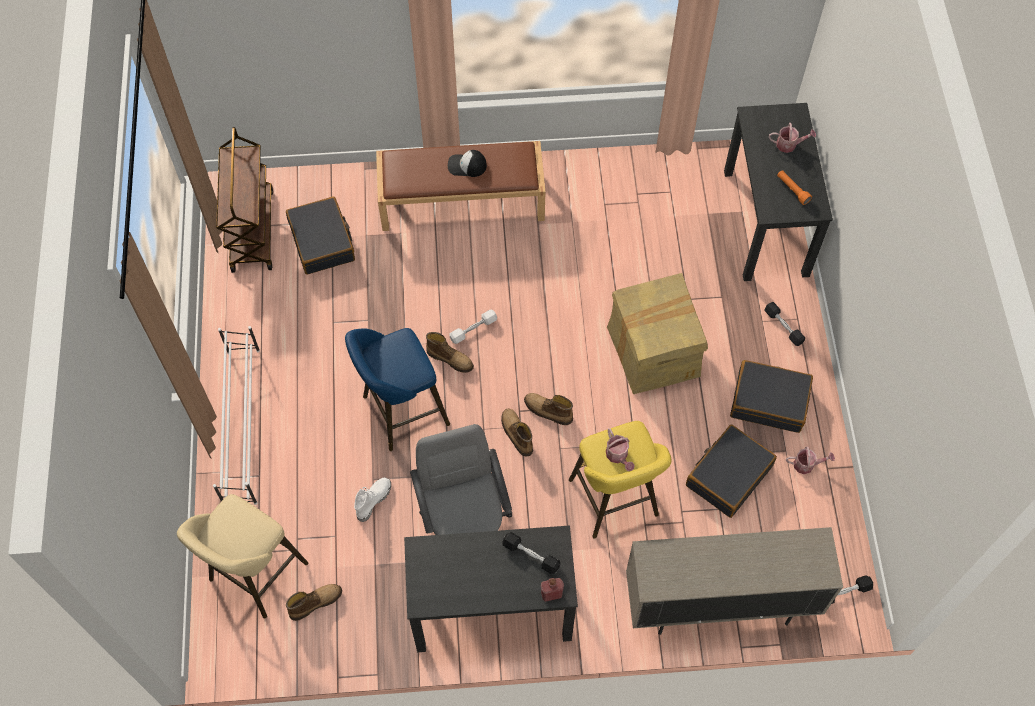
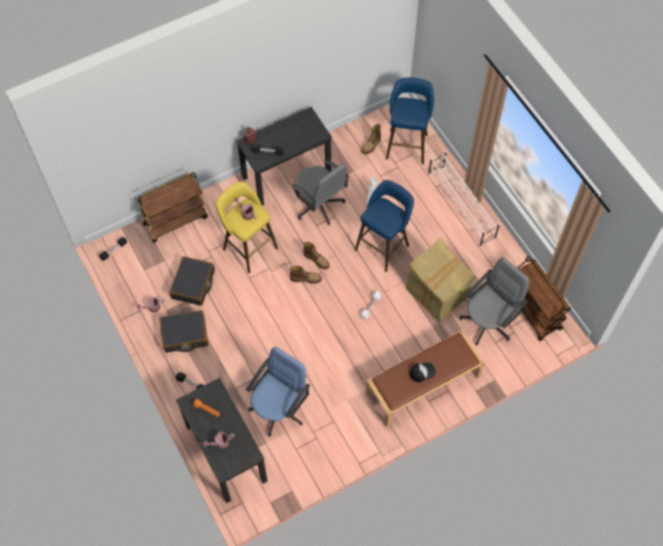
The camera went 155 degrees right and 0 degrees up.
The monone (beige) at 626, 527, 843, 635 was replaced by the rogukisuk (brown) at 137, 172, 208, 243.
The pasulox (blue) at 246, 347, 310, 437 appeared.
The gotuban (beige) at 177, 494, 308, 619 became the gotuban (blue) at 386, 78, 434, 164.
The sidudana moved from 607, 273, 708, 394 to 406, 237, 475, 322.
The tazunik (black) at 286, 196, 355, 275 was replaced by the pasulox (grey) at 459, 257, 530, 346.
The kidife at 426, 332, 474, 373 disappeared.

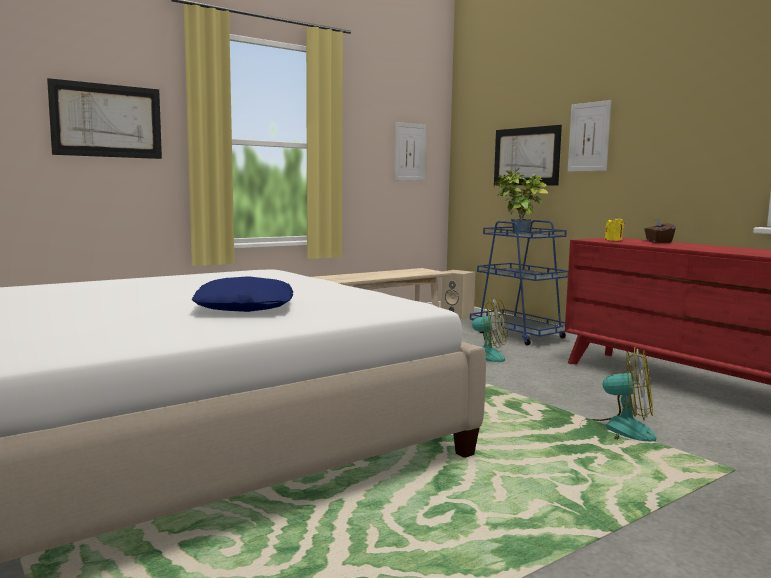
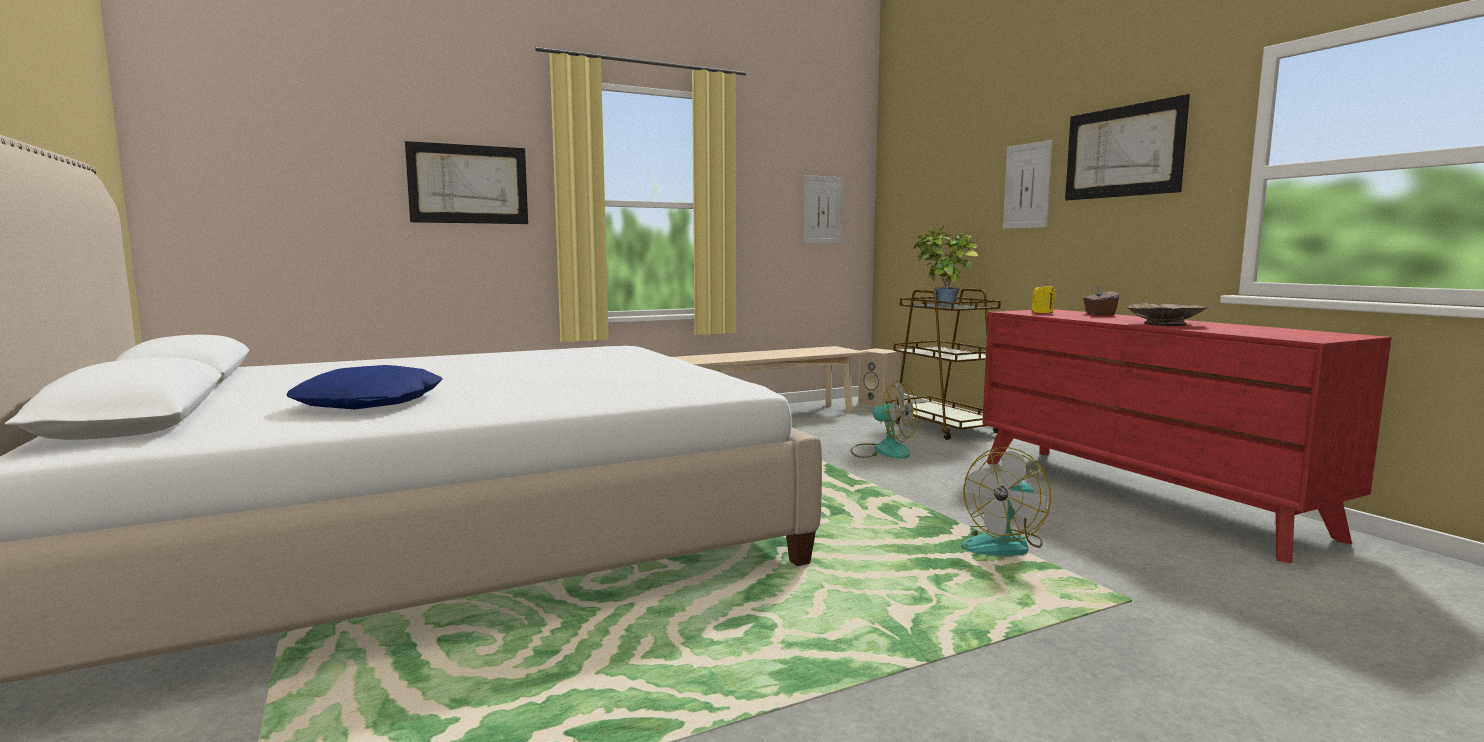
The camera went 10 degrees right and 0 degrees up.
The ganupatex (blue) moved from 192, 276, 293, 312 to 287, 365, 442, 410.
The rogukisuk (blue) at 470, 220, 568, 345 became the rogukisuk (brown) at 886, 288, 1001, 440.
The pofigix at 580, 347, 656, 442 turned 105 degrees clockwise.
The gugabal moved from 494, 125, 562, 185 to 1065, 94, 1190, 201.
The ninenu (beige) at 1127, 303, 1208, 326 appeared.

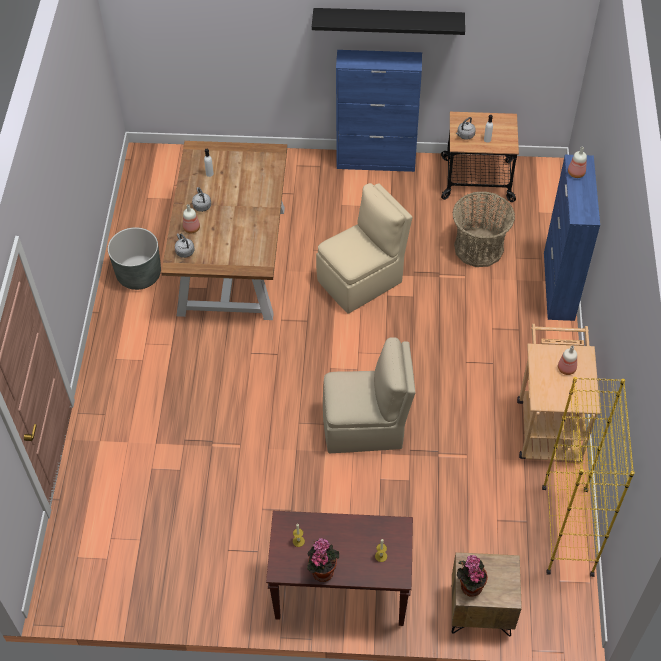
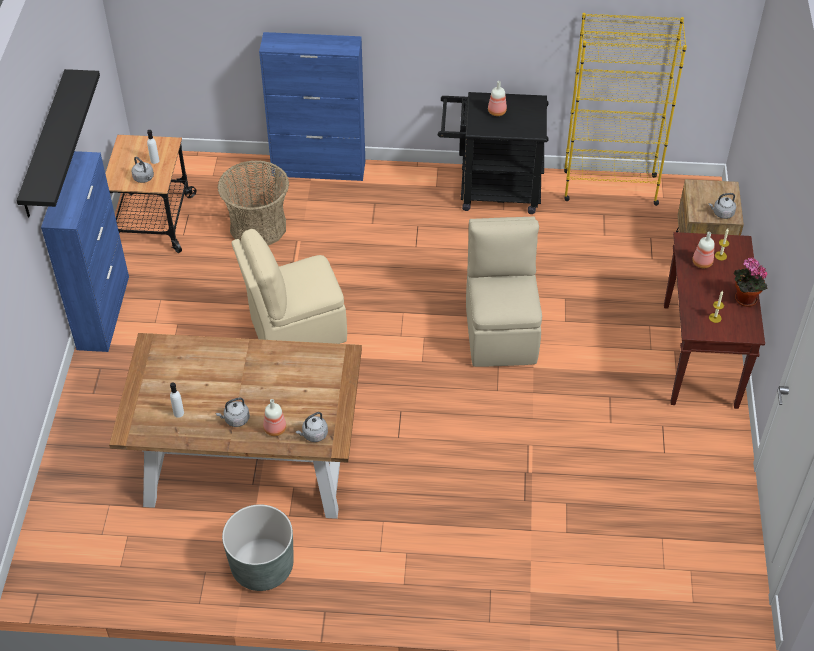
The camera went 90 degrees left and 5 degrees down.
The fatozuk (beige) at 316, 183, 413, 313 turned 75 degrees counterclockwise.
The rogukisuk (beige) at 517, 324, 600, 461 became the rogukisuk (black) at 438, 92, 549, 214.
The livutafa moved from 568, 147, 587, 178 to 693, 232, 715, 268.
The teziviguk at 457, 555, 488, 597 was replaced by the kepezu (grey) at 709, 193, 736, 219.

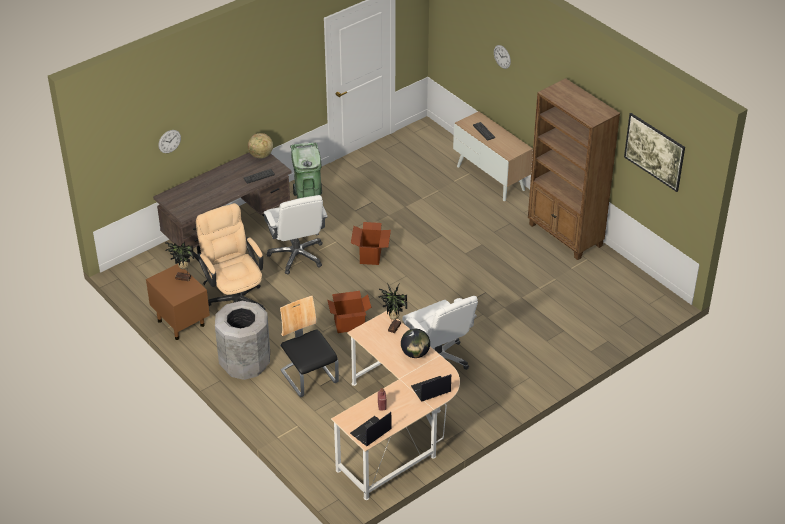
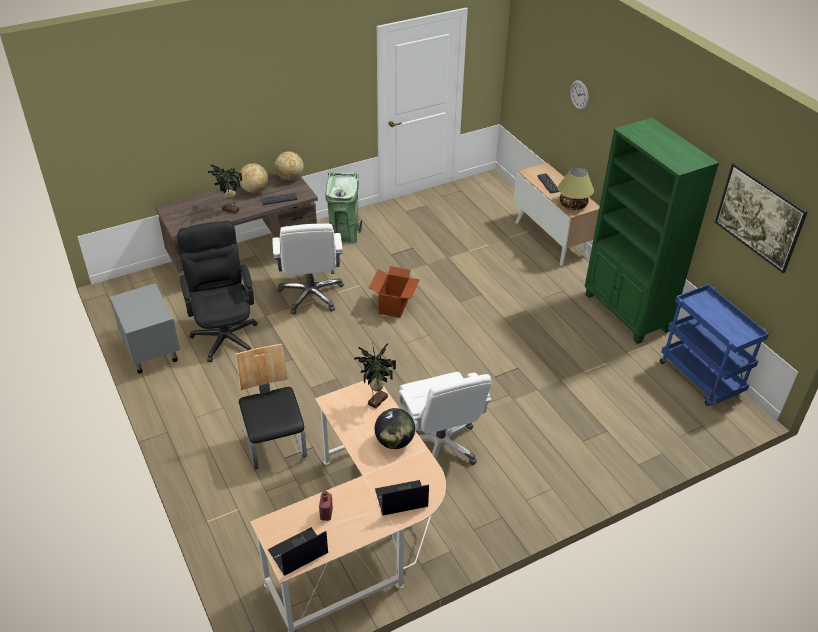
The camera went 10 degrees right and 0 degrees up.
The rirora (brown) at 146, 264, 210, 340 became the rirora (grey) at 110, 283, 180, 374.
The pasulox (beige) at 196, 203, 266, 310 became the pasulox (black) at 177, 221, 258, 362.
The teziviguk moved from 165, 241, 194, 281 to 208, 164, 242, 214.
The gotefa at 239, 163, 268, 193 appeared.
The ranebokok at 558, 167, 594, 210 appeared.
The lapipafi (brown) at 528, 78, 620, 260 became the lapipafi (green) at 585, 118, 719, 344.
The rogukisuk (blue) at 660, 284, 769, 406 appeared.
The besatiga at 158, 130, 181, 153 disappeared.
The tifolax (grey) at 215, 301, 270, 380 disappeared.
The sidudana at 327, 291, 371, 333 disappeared.

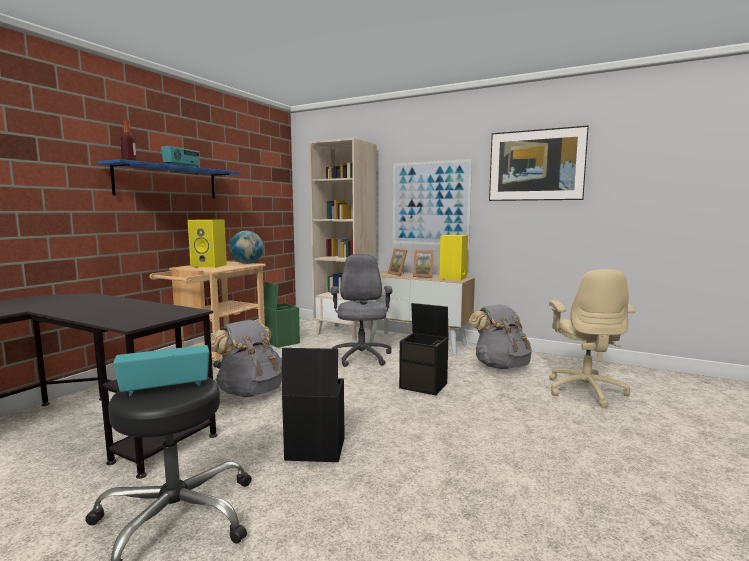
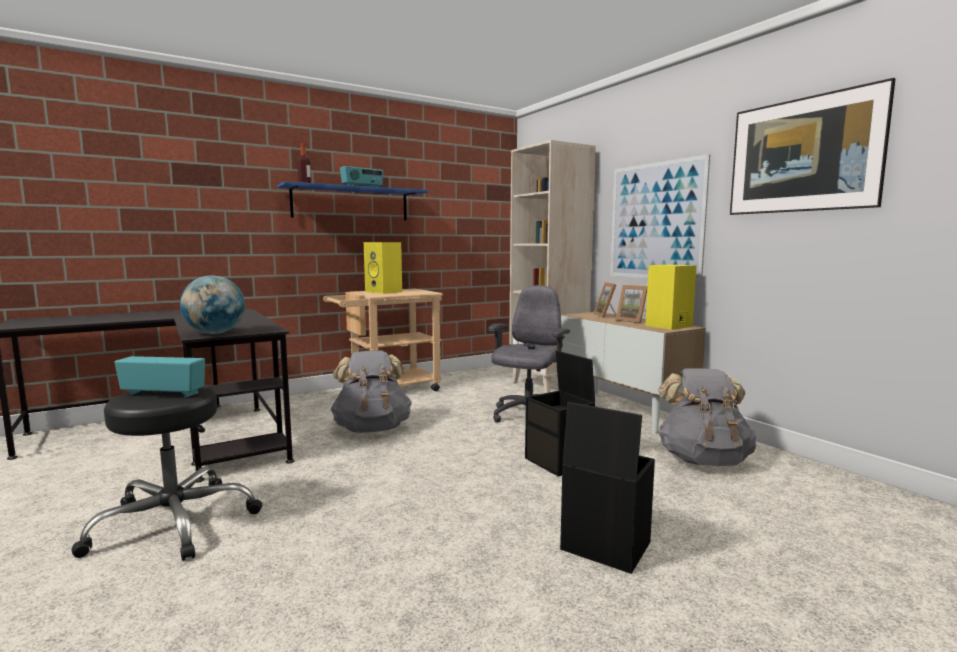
The camera went 30 degrees right and 0 degrees up.
The gotefa moved from 229, 231, 264, 264 to 180, 276, 245, 334.
The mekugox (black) moved from 282, 348, 345, 462 to 560, 402, 655, 574.
The mekugox (green) at 264, 282, 300, 348 disappeared.
The pasulox (beige) at 549, 269, 636, 408 disappeared.

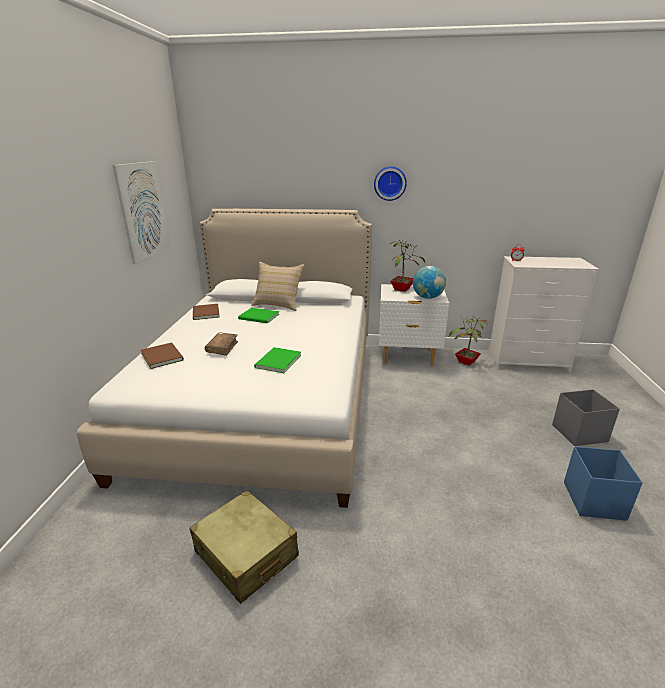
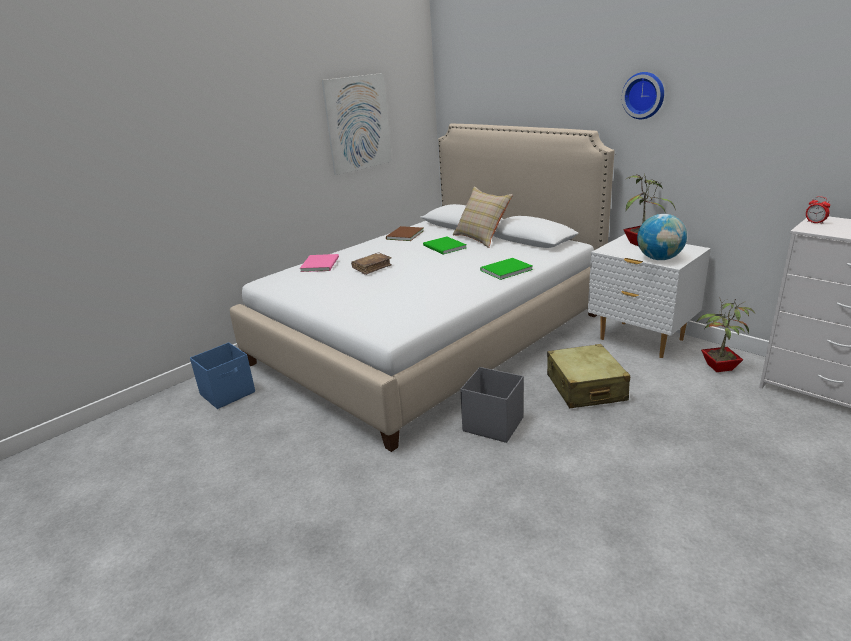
The camera went 40 degrees right and 0 degrees up.
The mekugox (blue) moved from 564, 446, 643, 521 to 190, 342, 255, 409.
The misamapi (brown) at 141, 342, 184, 369 became the misamapi (pink) at 300, 254, 339, 272.
The mekugox (grey) moved from 552, 389, 620, 446 to 460, 367, 524, 443.
The misamapi (green) moved from 254, 347, 301, 373 to 480, 258, 533, 280.
The tazunik (beige) moved from 189, 490, 299, 604 to 547, 344, 630, 408.

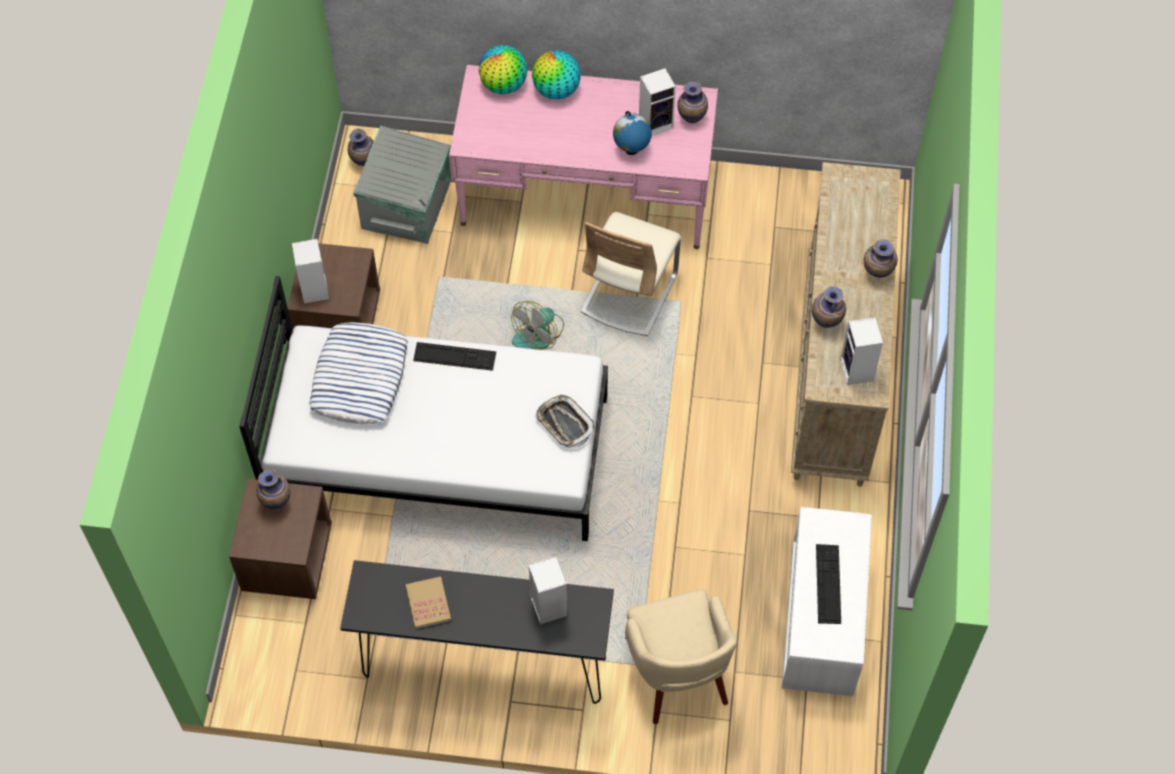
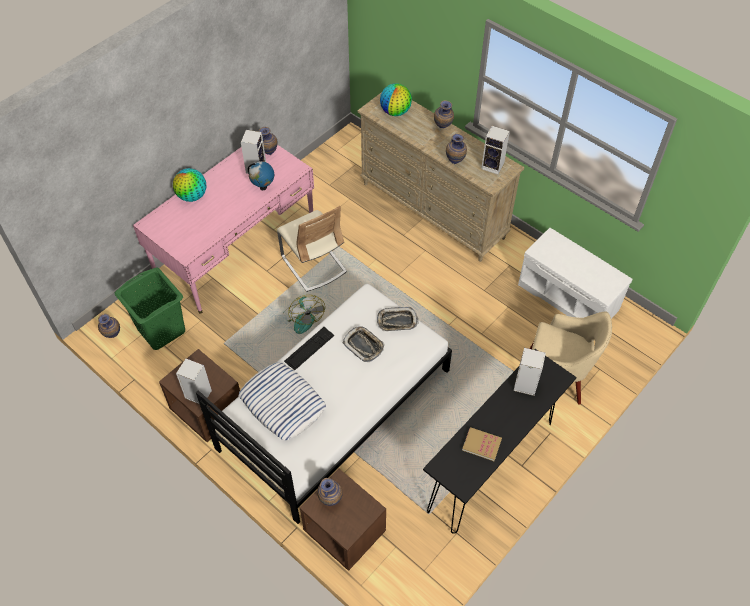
The camera went 55 degrees left and 5 degrees down.
The mekugox (grey) at 354, 126, 451, 244 was replaced by the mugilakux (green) at 115, 268, 185, 350.
The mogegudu at 343, 326, 385, 362 appeared.
The gotefa moved from 479, 45, 527, 94 to 380, 83, 412, 116.
The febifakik at 816, 544, 841, 624 disappeared.

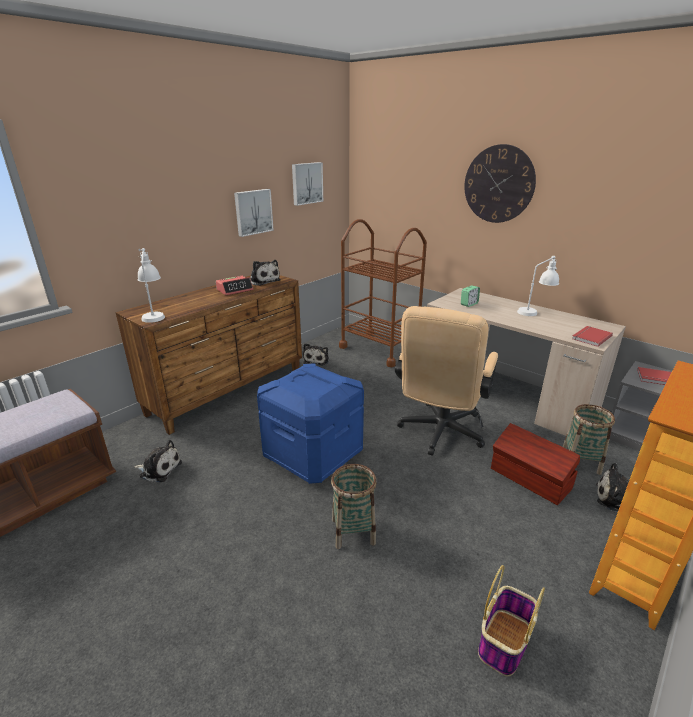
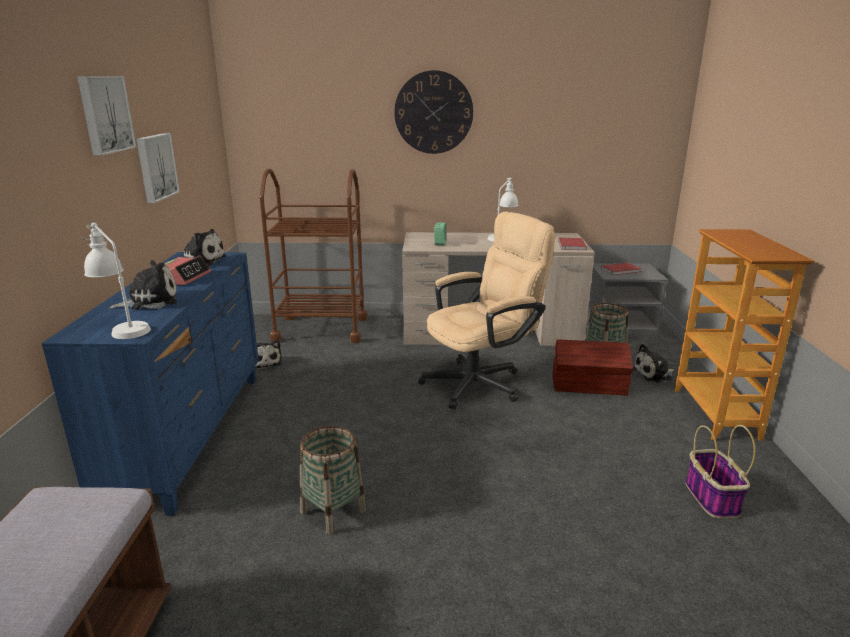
The camera went 40 degrees left and 5 degrees down.
The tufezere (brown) at 115, 275, 302, 435 became the tufezere (blue) at 41, 252, 259, 516.
The gugabal moved from 292, 162, 323, 206 to 77, 76, 136, 156.
The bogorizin moved from 134, 440, 182, 482 to 109, 260, 177, 310.
The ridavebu moved from 331, 464, 377, 549 to 300, 426, 366, 534.
The pasulox (beige) at 395, 306, 498, 456 turned 105 degrees counterclockwise.
The mekugox (blue) at 257, 363, 364, 484 disappeared.

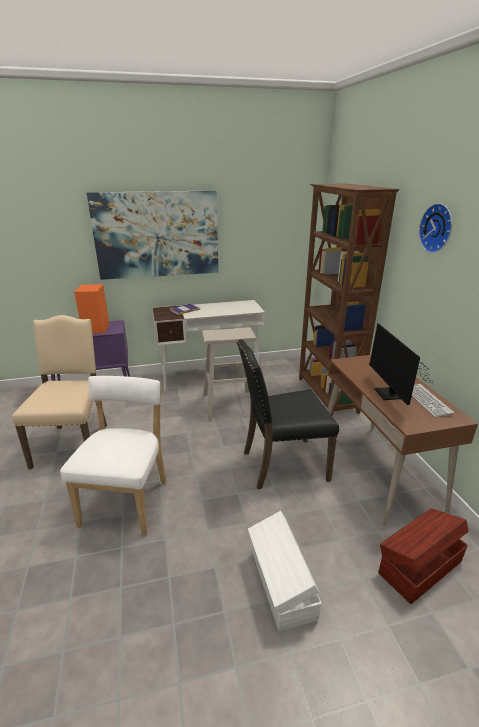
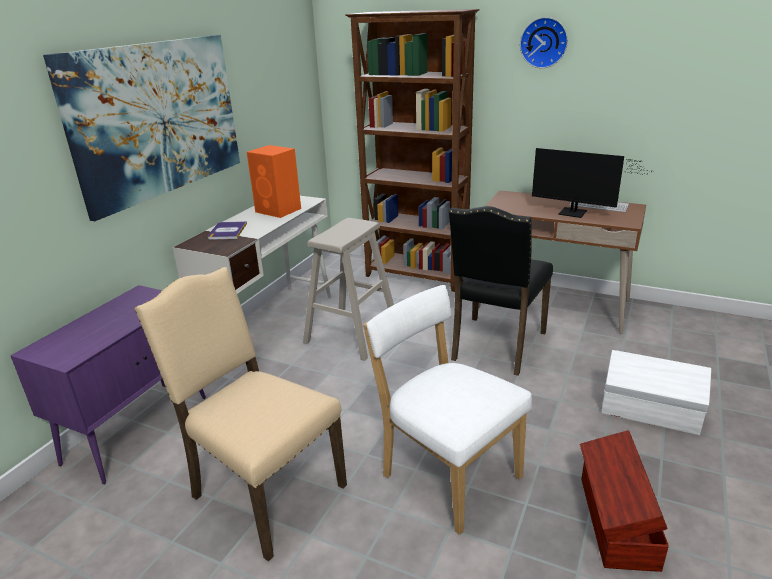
The camera went 50 degrees left and 0 degrees up.
The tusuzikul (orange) moved from 74, 284, 109, 334 to 247, 145, 301, 218.
The mekugox (brown) moved from 378, 508, 469, 604 to 580, 430, 669, 572.

